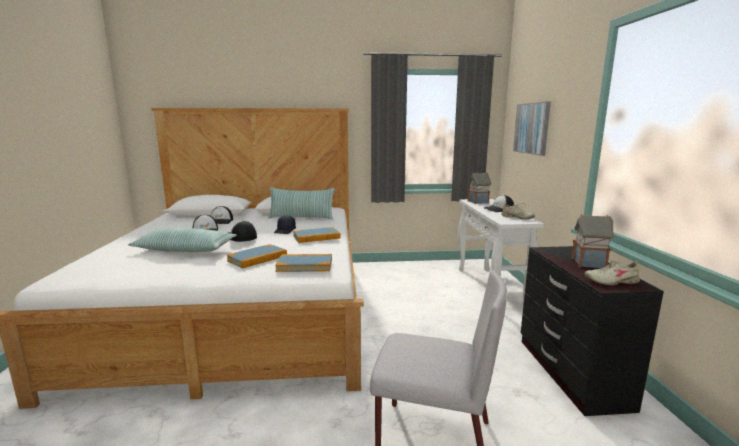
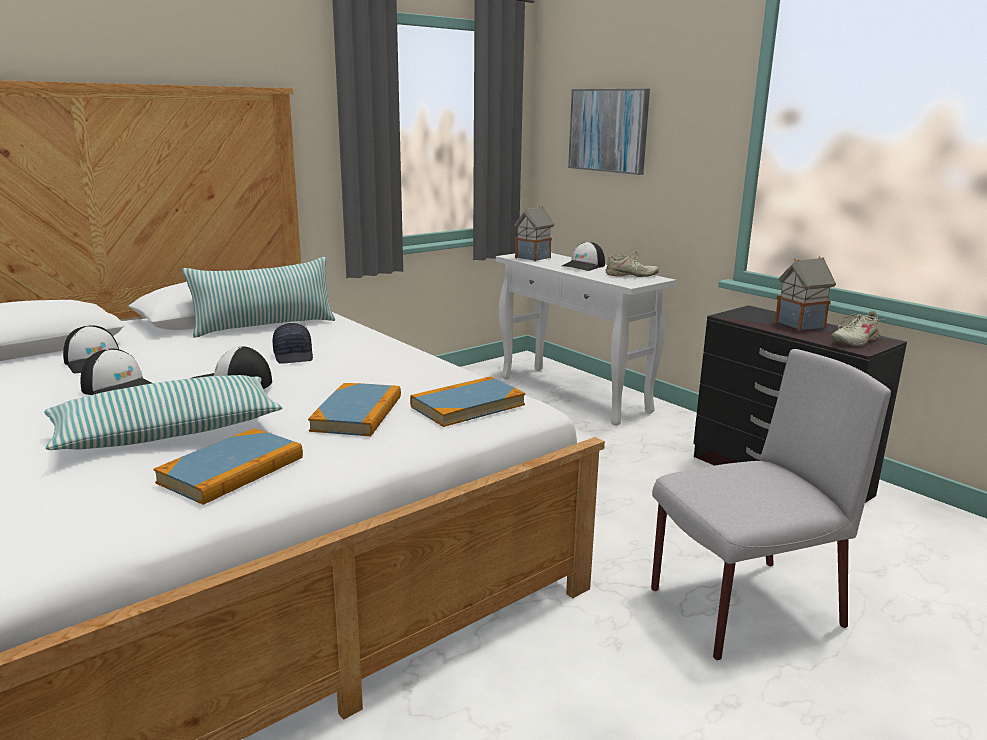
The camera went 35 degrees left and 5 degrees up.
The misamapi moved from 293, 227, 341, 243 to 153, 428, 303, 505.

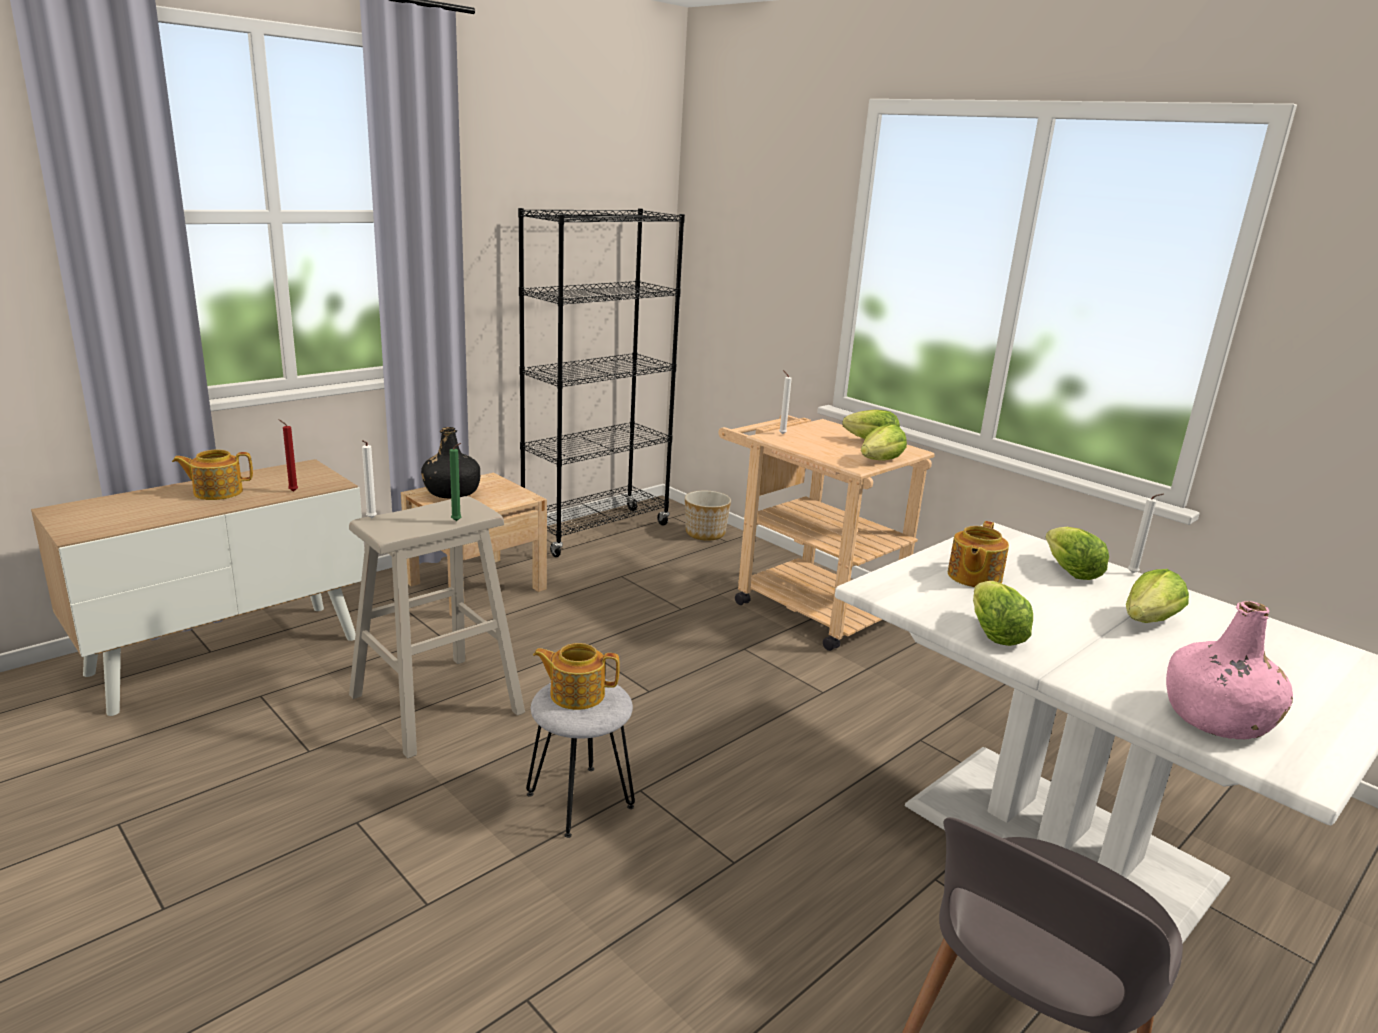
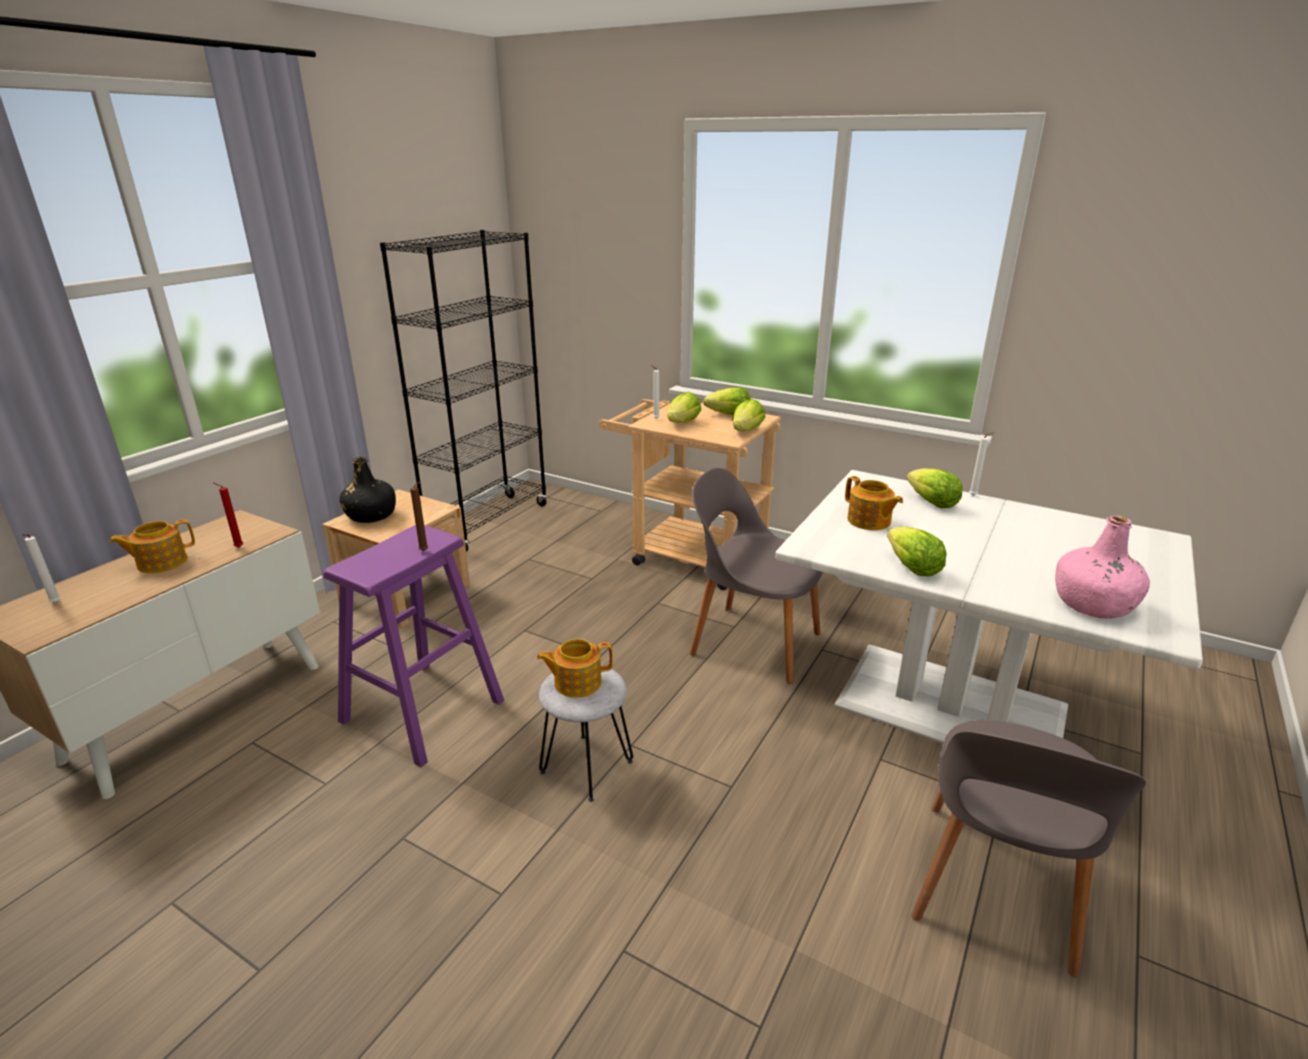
The camera went 15 degrees left and 5 degrees up.
The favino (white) moved from 362, 440, 377, 518 to 22, 534, 61, 603.
The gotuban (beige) at 349, 496, 525, 758 became the gotuban (purple) at 323, 525, 504, 767.
The favino (green) at 449, 443, 461, 521 became the favino (brown) at 410, 481, 428, 551.
The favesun moved from 1126, 569, 1189, 623 to 667, 392, 701, 423.
The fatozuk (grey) at 690, 468, 822, 684 appeared.
The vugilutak at 948, 521, 1009, 587 turned 45 degrees counterclockwise.
The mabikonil at 685, 491, 731, 541 disappeared.

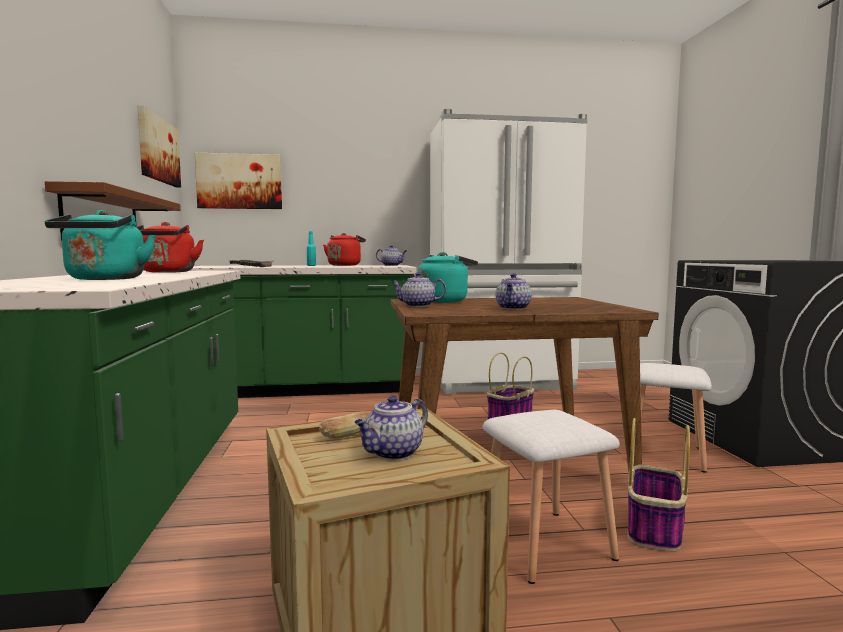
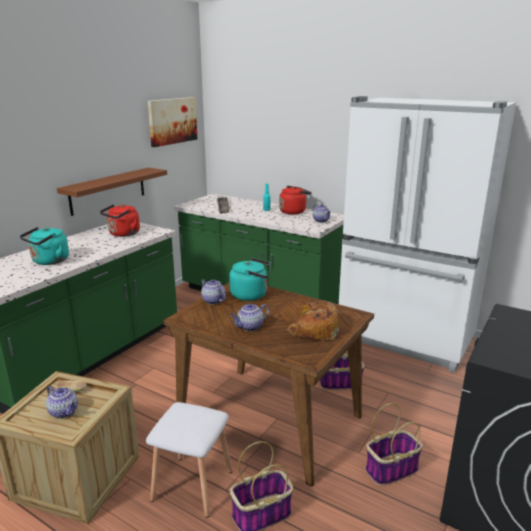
The camera went 40 degrees right and 15 degrees up.
The vugilutak at 354, 396, 428, 460 turned 135 degrees counterclockwise.
The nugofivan at 287, 301, 340, 340 appeared.
The gotuban (white) at 626, 363, 712, 473 was replaced by the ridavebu at 366, 403, 423, 486.
The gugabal at 195, 153, 282, 209 disappeared.

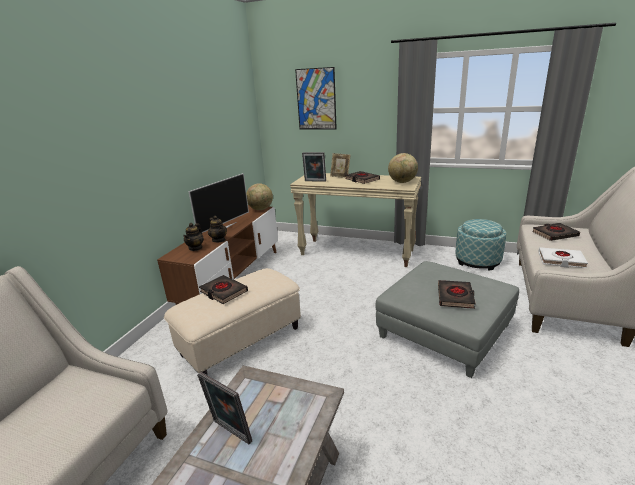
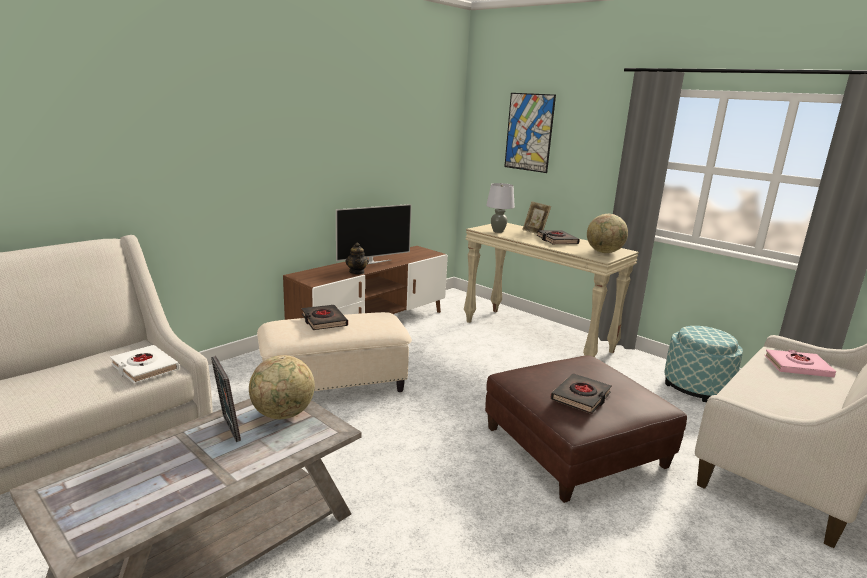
The camera went 20 degrees right and 5 degrees down.
The misamapi (white) moved from 538, 247, 588, 268 to 110, 345, 180, 383.
The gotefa moved from 246, 183, 273, 210 to 249, 355, 315, 419.
The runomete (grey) at 376, 261, 519, 378 became the runomete (brown) at 485, 355, 687, 503.
The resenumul at 302, 152, 326, 182 was replaced by the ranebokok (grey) at 486, 183, 515, 233.
The misamapi (black) at 532, 223, 580, 241 became the misamapi (pink) at 765, 349, 836, 377.
The vugilutak at 183, 223, 204, 251 disappeared.

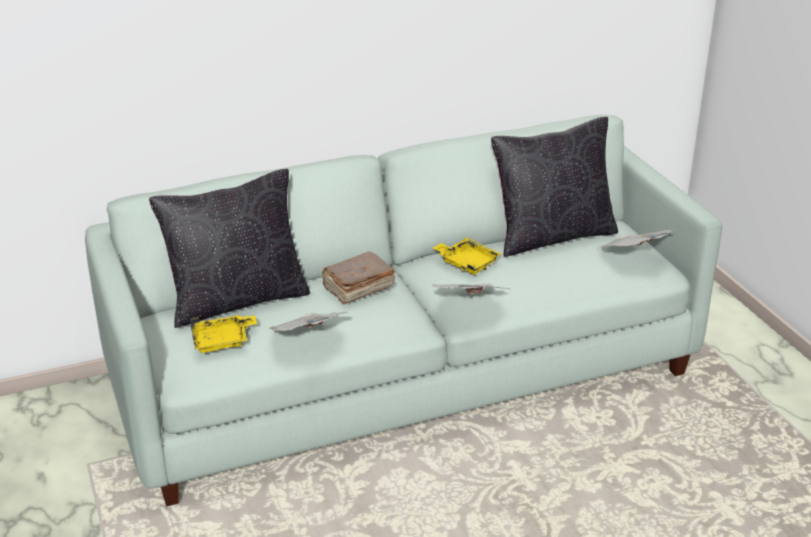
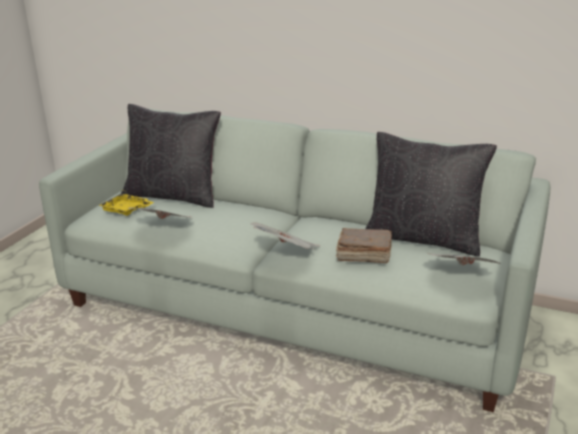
The camera went 45 degrees right and 5 degrees down.
The misamapi (brown) moved from 321, 252, 395, 305 to 336, 228, 392, 263.
The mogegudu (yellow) at 433, 238, 501, 275 disappeared.

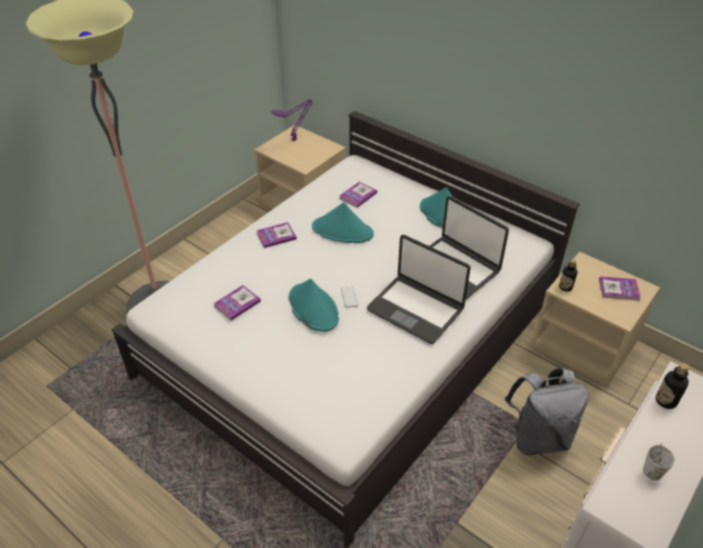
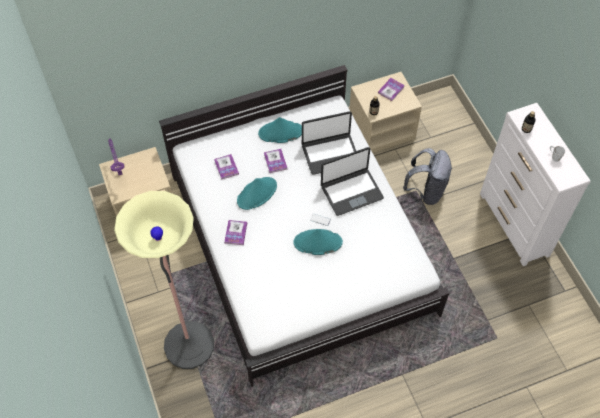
The camera went 60 degrees left and 15 degrees up.
The misamapi moved from 213, 285, 261, 321 to 264, 149, 287, 173.

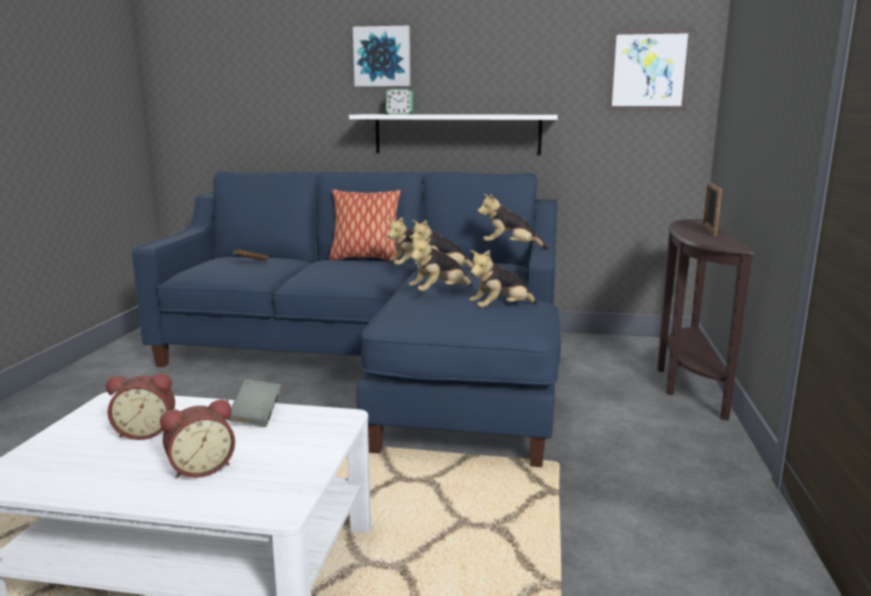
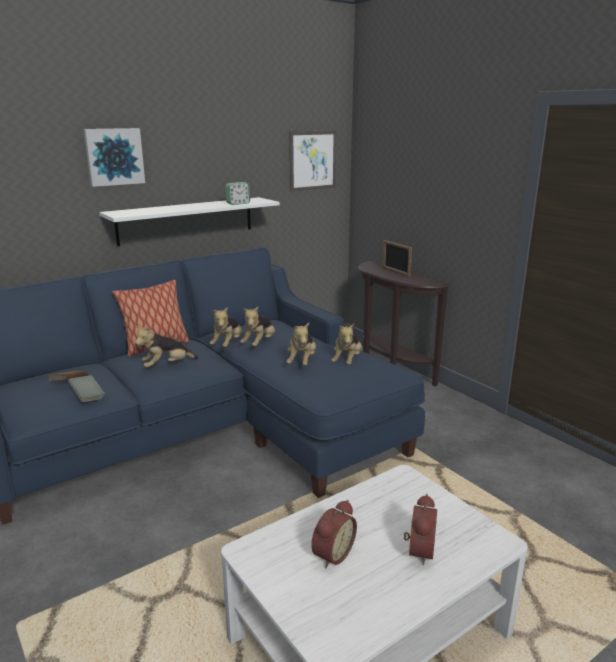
The camera went 45 degrees left and 5 degrees up.
The misamapi (grey) moved from 227, 379, 281, 427 to 68, 375, 105, 402.
The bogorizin moved from 478, 194, 550, 249 to 135, 326, 198, 367.
The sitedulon moved from 386, 89, 413, 114 to 225, 182, 250, 205.

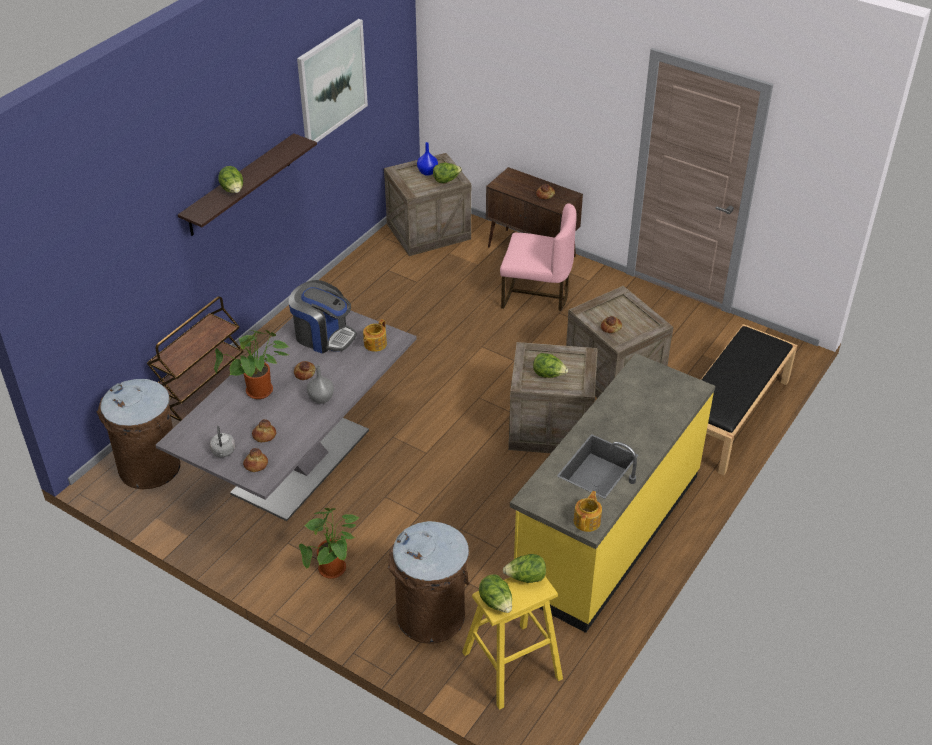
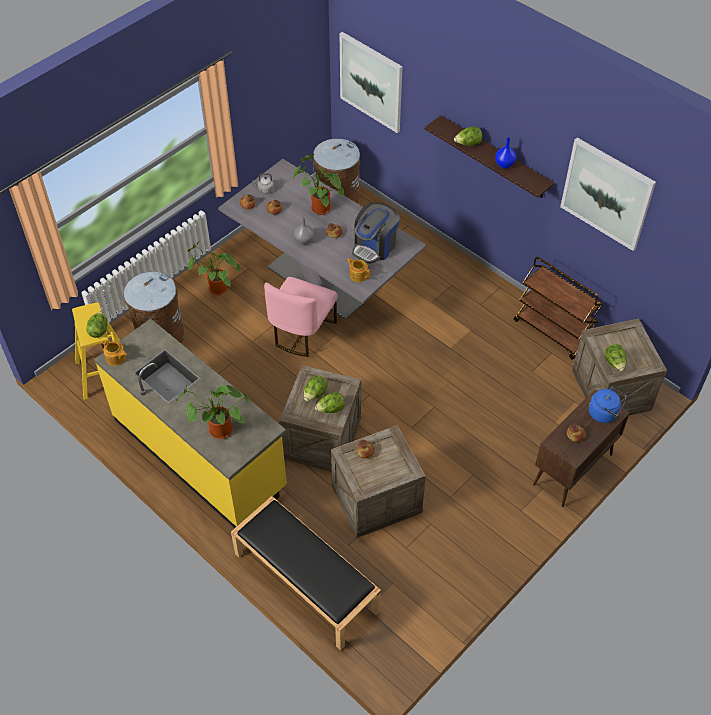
The camera went 100 degrees right and 10 degrees up.
The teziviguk at 176, 385, 249, 439 appeared.
The fatozuk (pink) moved from 500, 203, 577, 311 to 264, 277, 338, 357.
The favesun moved from 479, 574, 512, 613 to 315, 392, 345, 413.
The gugabal at 339, 32, 402, 133 appeared.
The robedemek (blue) moved from 417, 142, 438, 176 to 495, 137, 517, 169.
The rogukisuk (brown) moved from 147, 296, 244, 421 to 514, 257, 603, 360.
The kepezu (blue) at 589, 387, 627, 423 appeared.

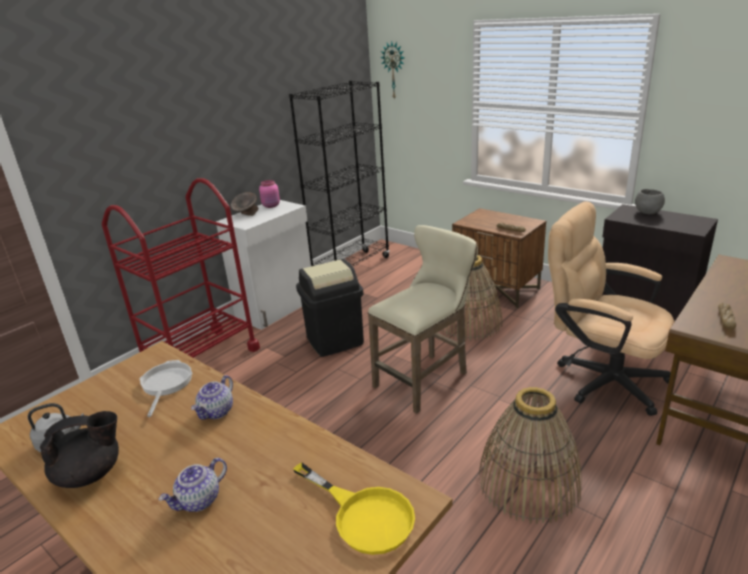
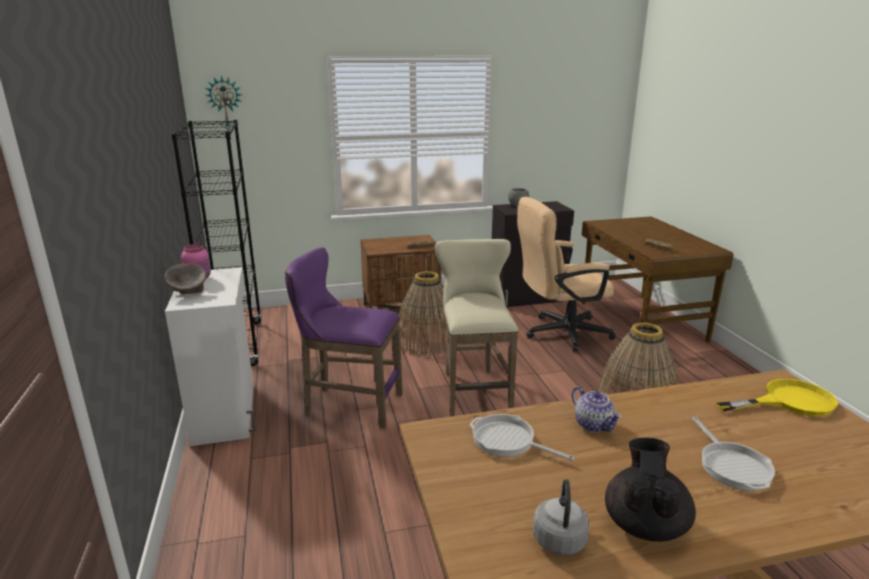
The camera went 55 degrees left and 5 degrees down.
The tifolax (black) at 296, 259, 364, 357 was replaced by the gotuban (purple) at 285, 247, 403, 429.
The vugilutak at 159, 458, 227, 512 was replaced by the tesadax at 692, 417, 775, 491.
The rogukisuk (red) at 102, 178, 260, 358 disappeared.

